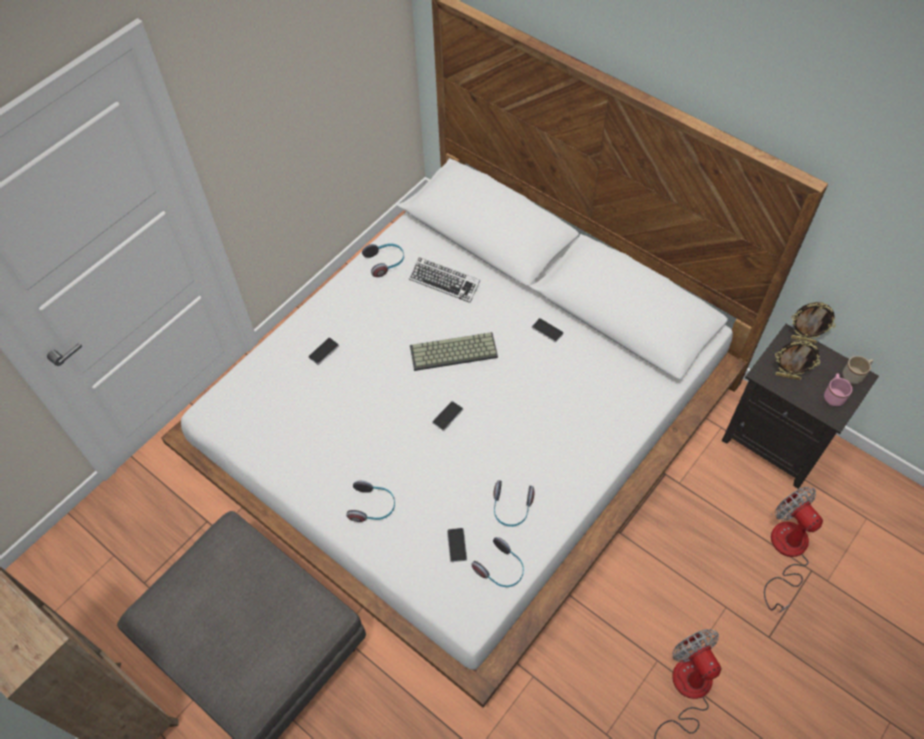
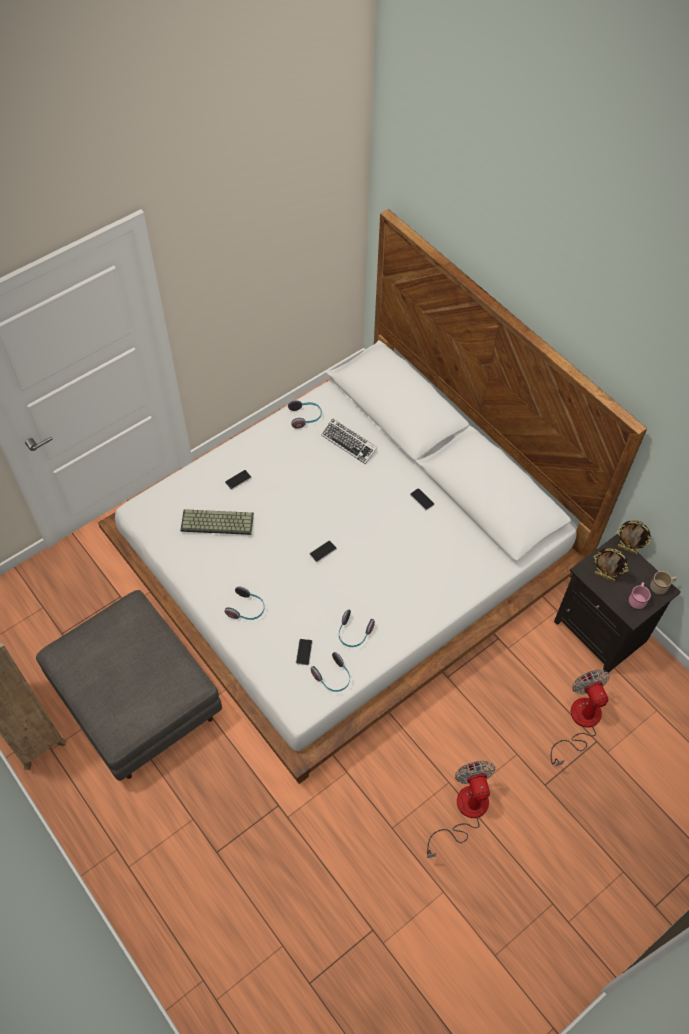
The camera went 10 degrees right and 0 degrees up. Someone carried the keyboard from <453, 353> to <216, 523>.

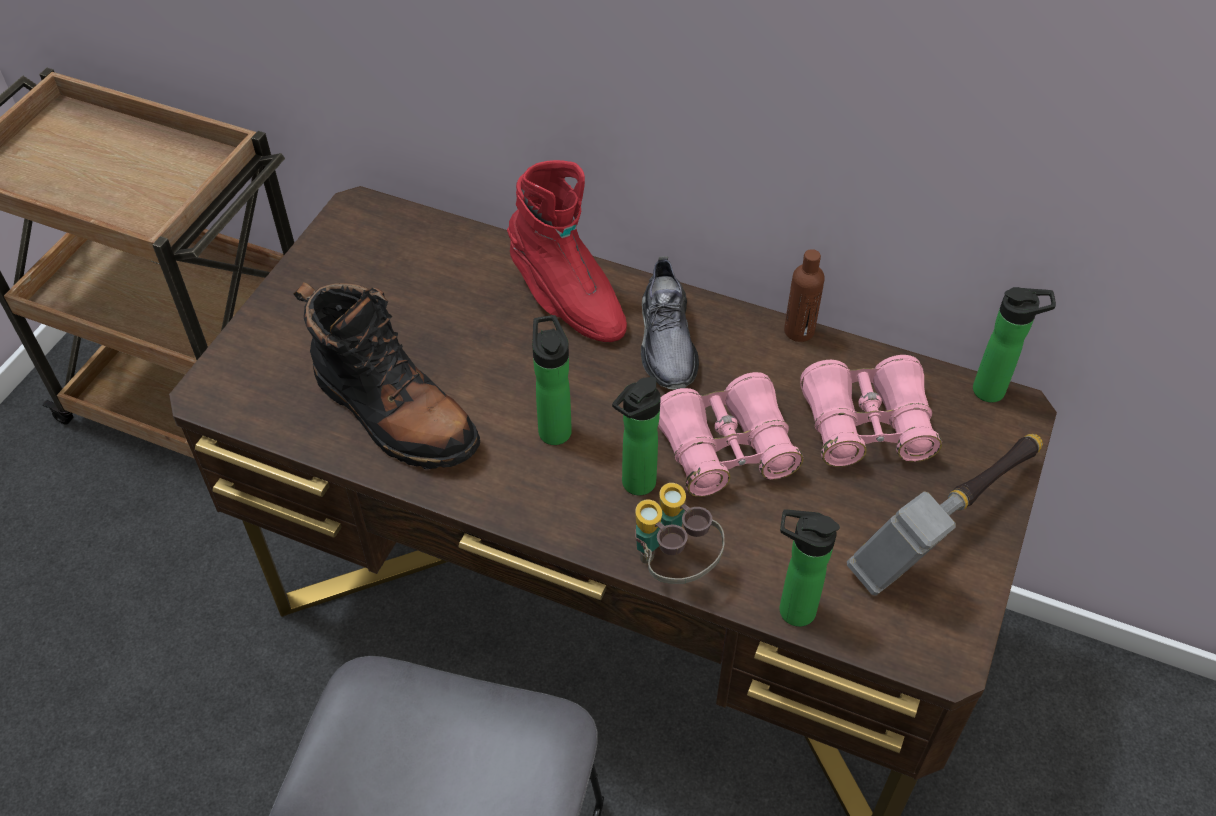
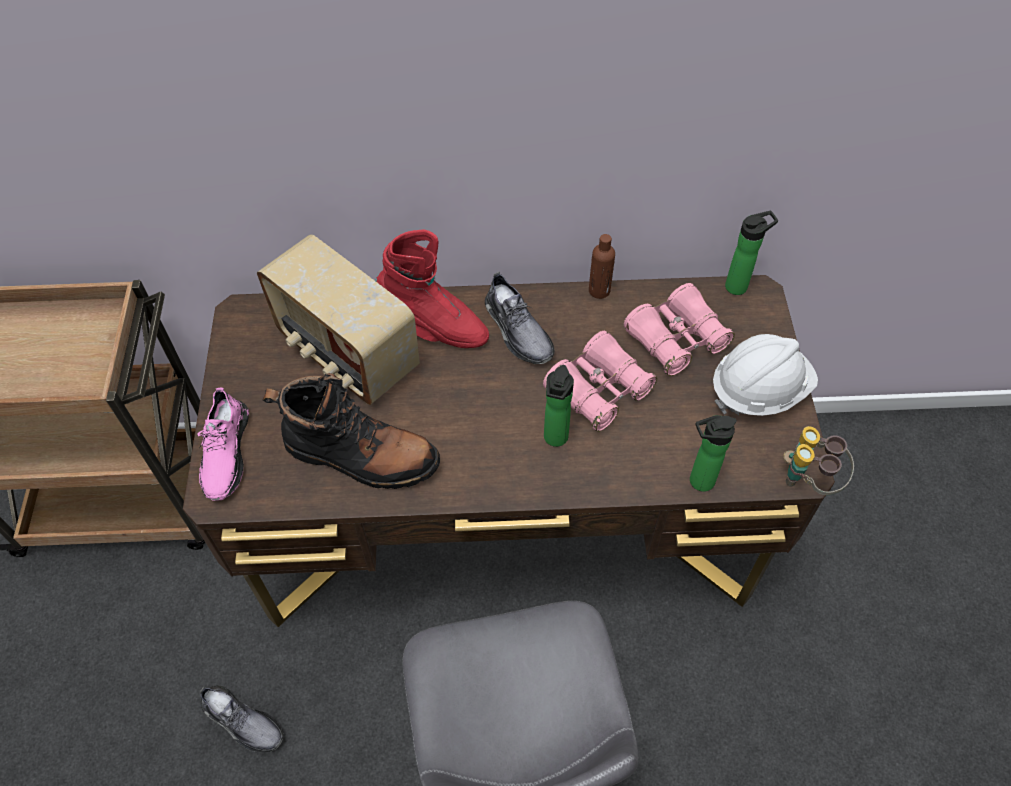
The camera went 25 degrees left and 5 degrees up. Someone took away the bottle at <554, 428>. Someone swapped the hammer at <944, 530> for the white_hard_hat at <759, 390>. Someone carried the binoculars from <673, 565> to <809, 479>. Someone put down the radio at <346, 353>. Someone put down the pink_shoe at <225, 453>. Someone put down the grey_shoe at <242, 721>.

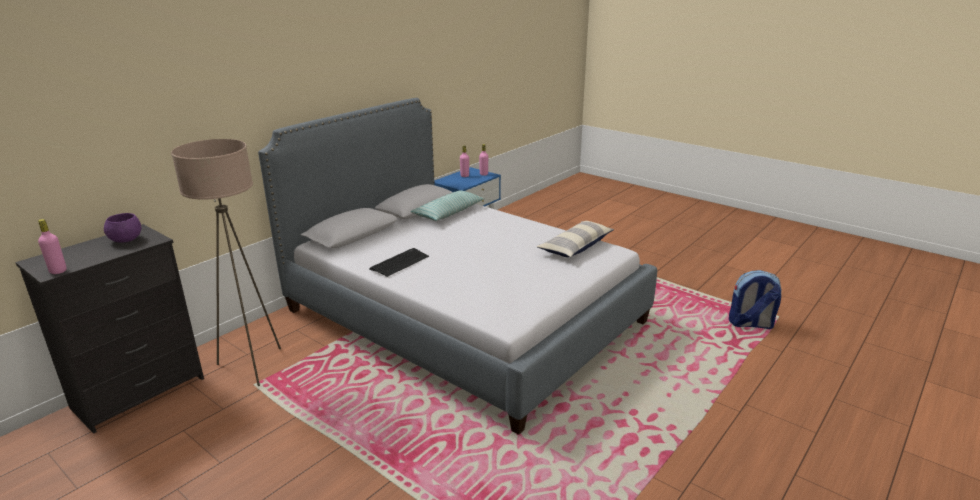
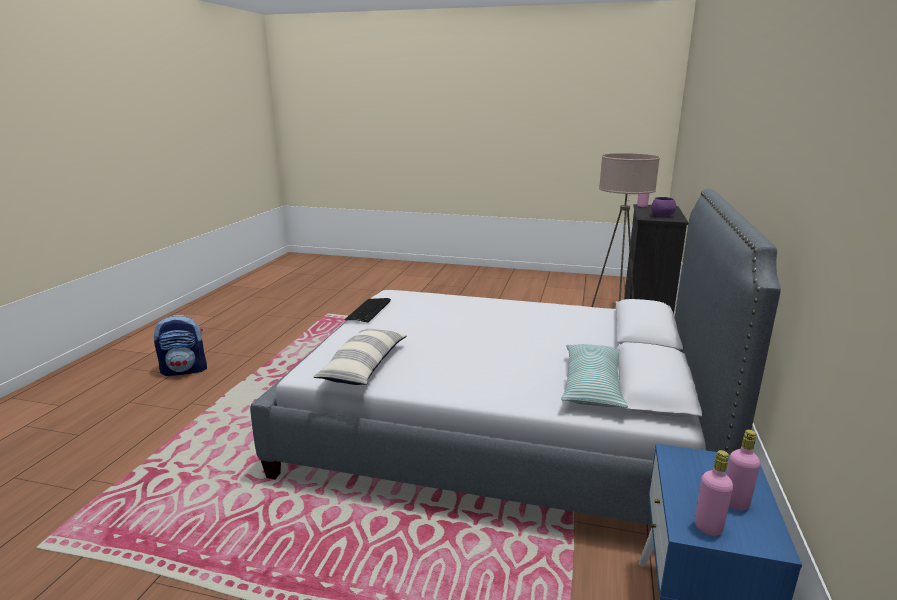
The camera went 155 degrees right and 5 degrees down. Someone carried the keyboard from <399, 263> to <369, 310>. Someone carried the backpack from <750, 324> to <185, 370>.

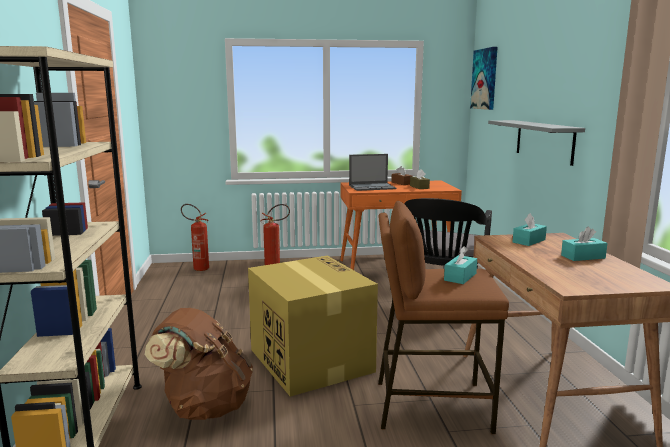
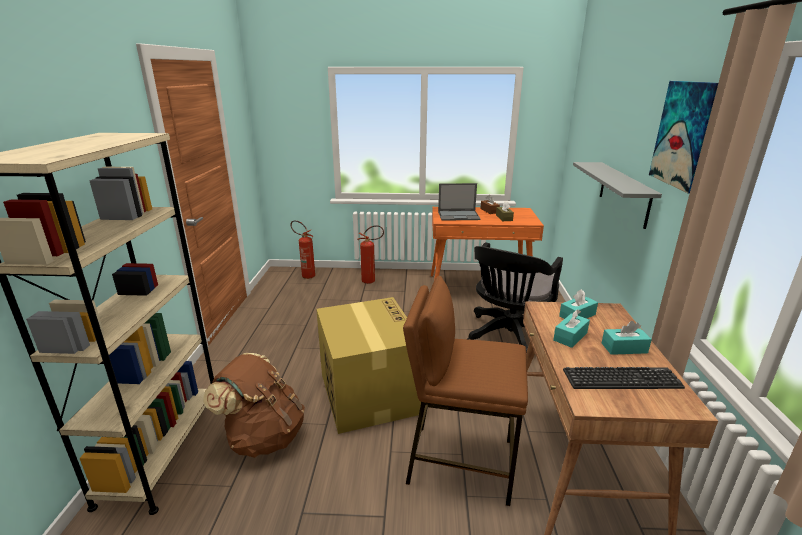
The camera went 10 degrees right and 10 degrees up. Someone carried the picture from <485, 79> to <685, 134>. Someone carried the turquoise_tissue_box from <460, 277> to <570, 336>. Someone put down the keyboard at <621, 379>.

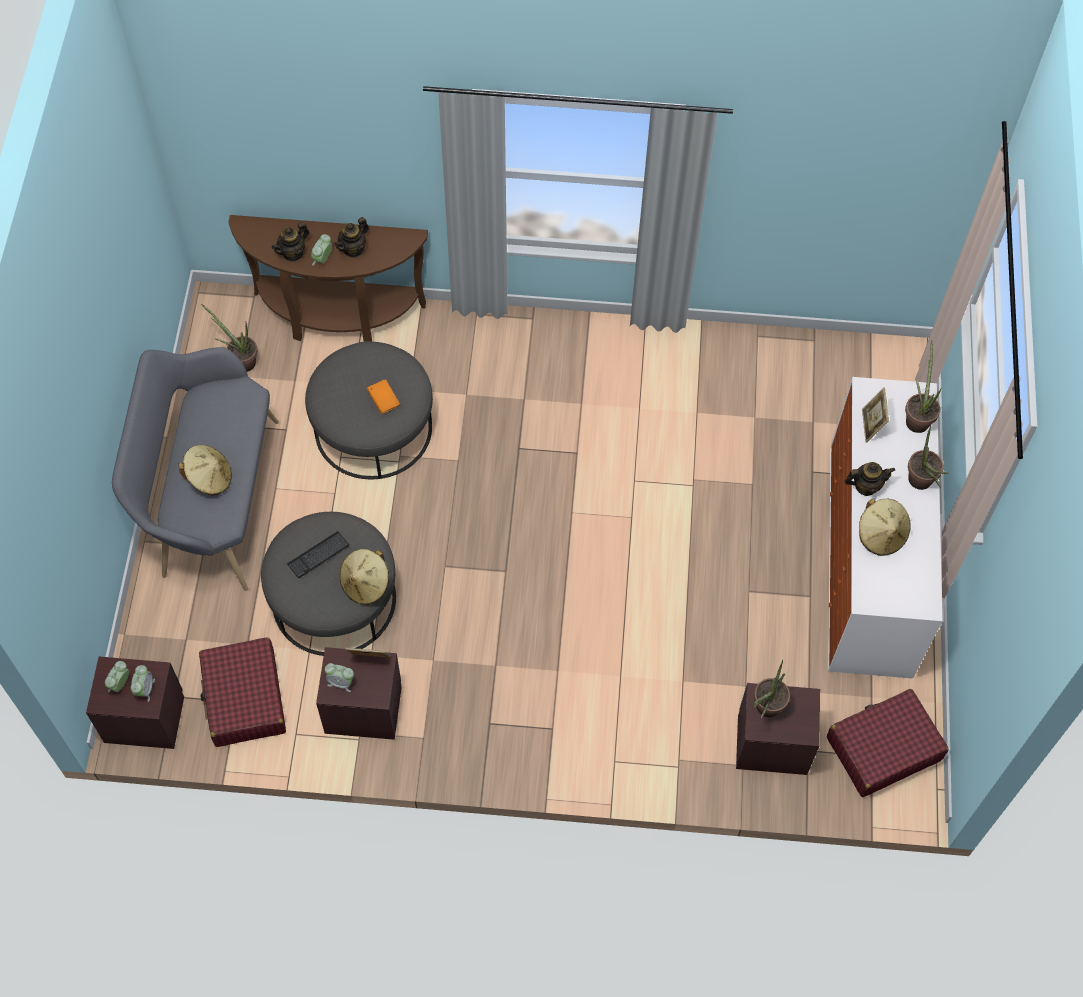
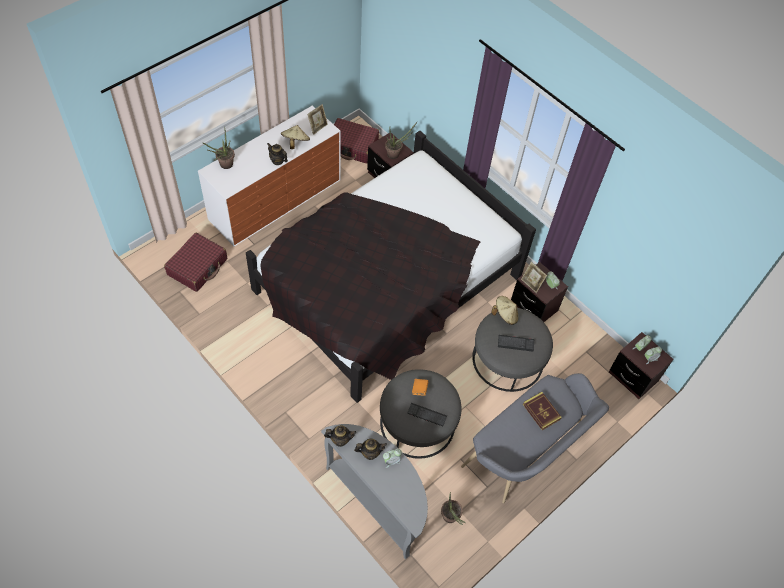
The camera went 140 degrees left and 5 degrees down. Someone repainted the brown_console_table at <336, 316>, which became the grey_console_table at <378, 501>. Someone carried the teapot from <293, 253> to <340, 439>. Someone carried the picture_frame from <871, 426> to <318, 127>. Someone took away the potted_plant at <921, 484>. Someone swapped the beige_hat at <209, 478> for the book at <541, 412>. Someone carried the red_suitcase from <244, 699> to <197, 267>. Someone put down the black_bed at <387, 285>. Someone put down the keyboard at <427, 415>.

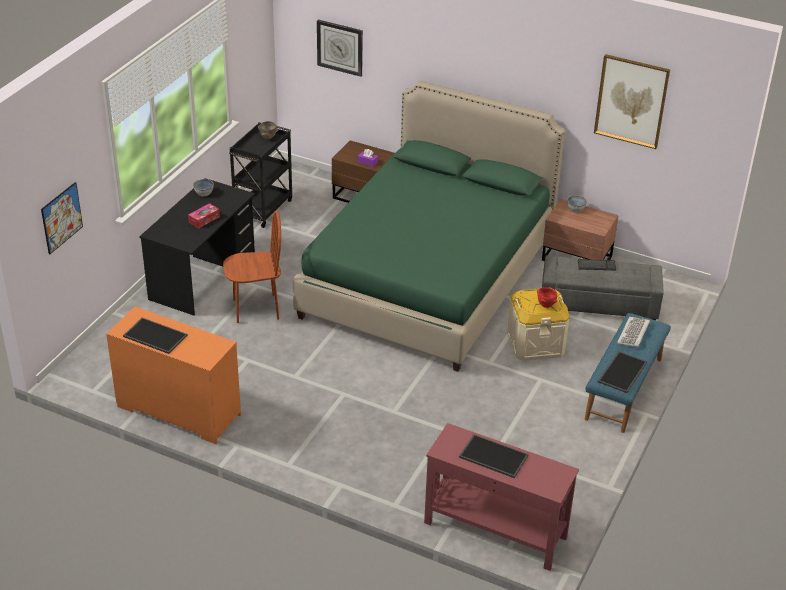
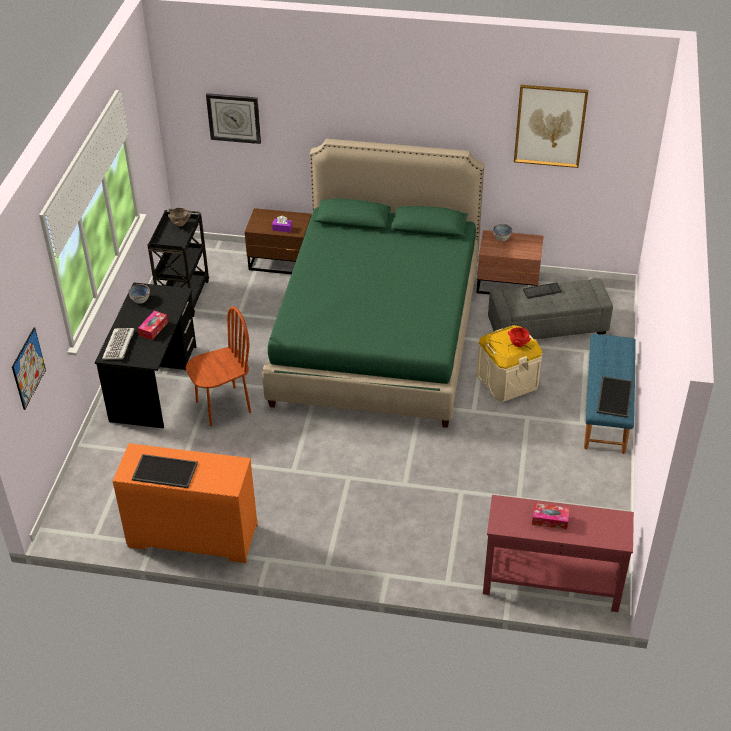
The camera went 15 degrees left and 5 degrees up. Someone carried the keyboard from <633, 333> to <119, 345>. Someone swapped the tray at <492, 457> for the tissue_box at <549, 520>.

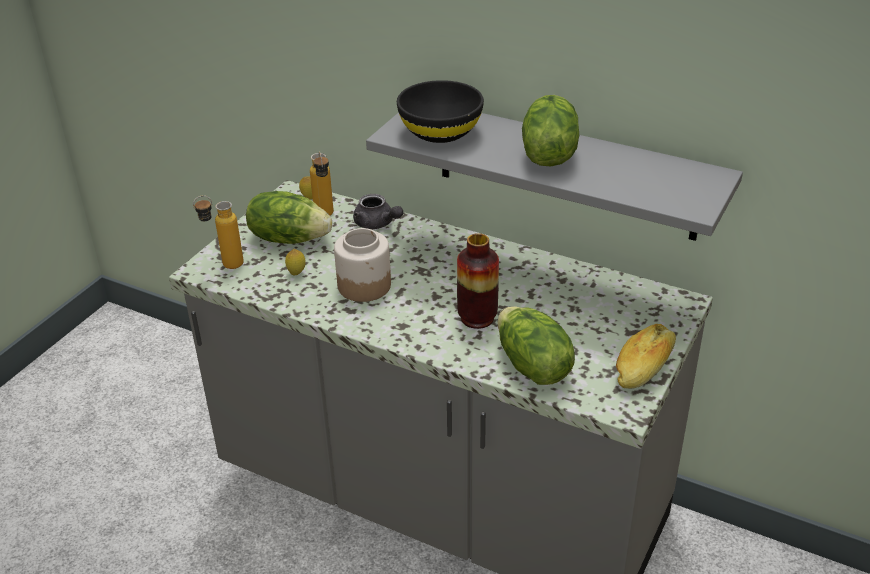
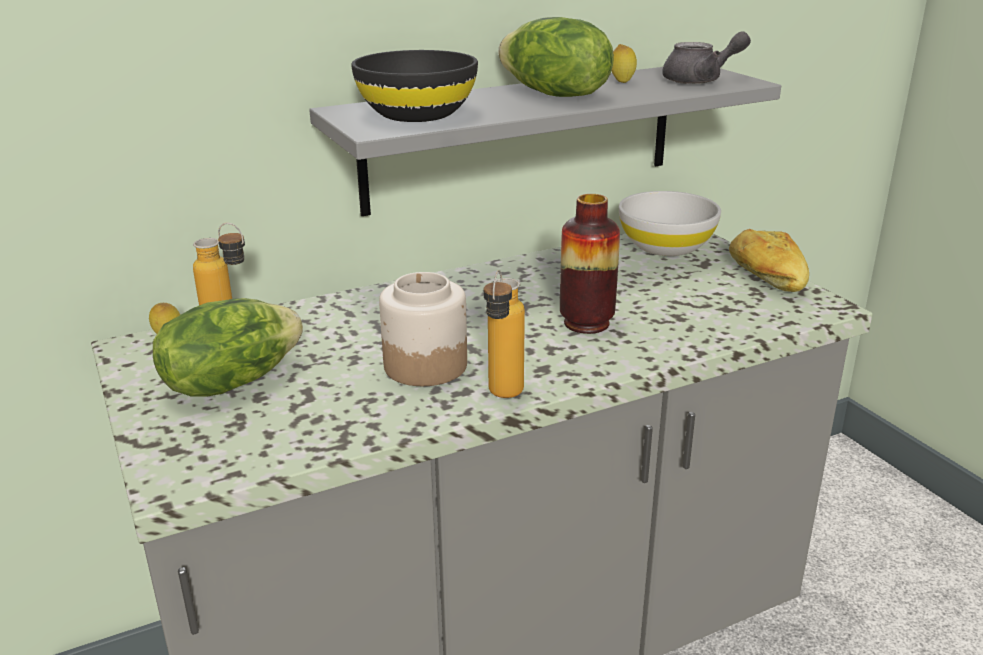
The camera went 55 degrees left and 10 degrees down. Someone carried the grey_teapot from <377, 224> to <700, 80>. Someone carried the bottle from <224, 266> to <502, 398>. Someone carried the lemon from <296, 273> to <622, 82>. Someone took away the lettuce at <531, 366>. Someone put down the white_bowl at <665, 246>.

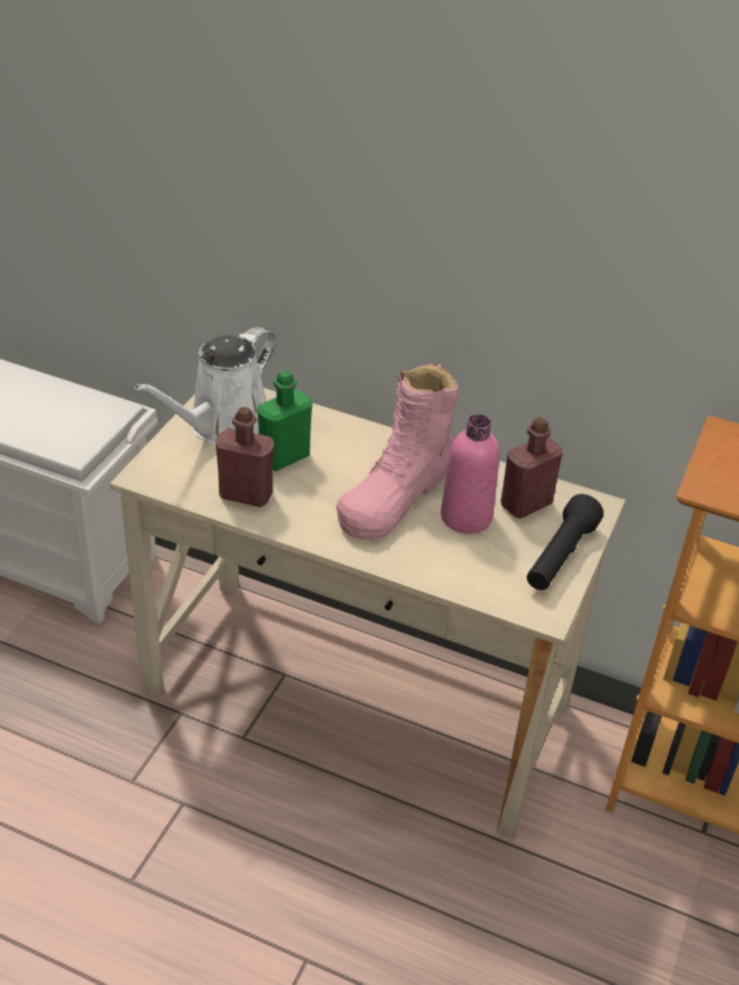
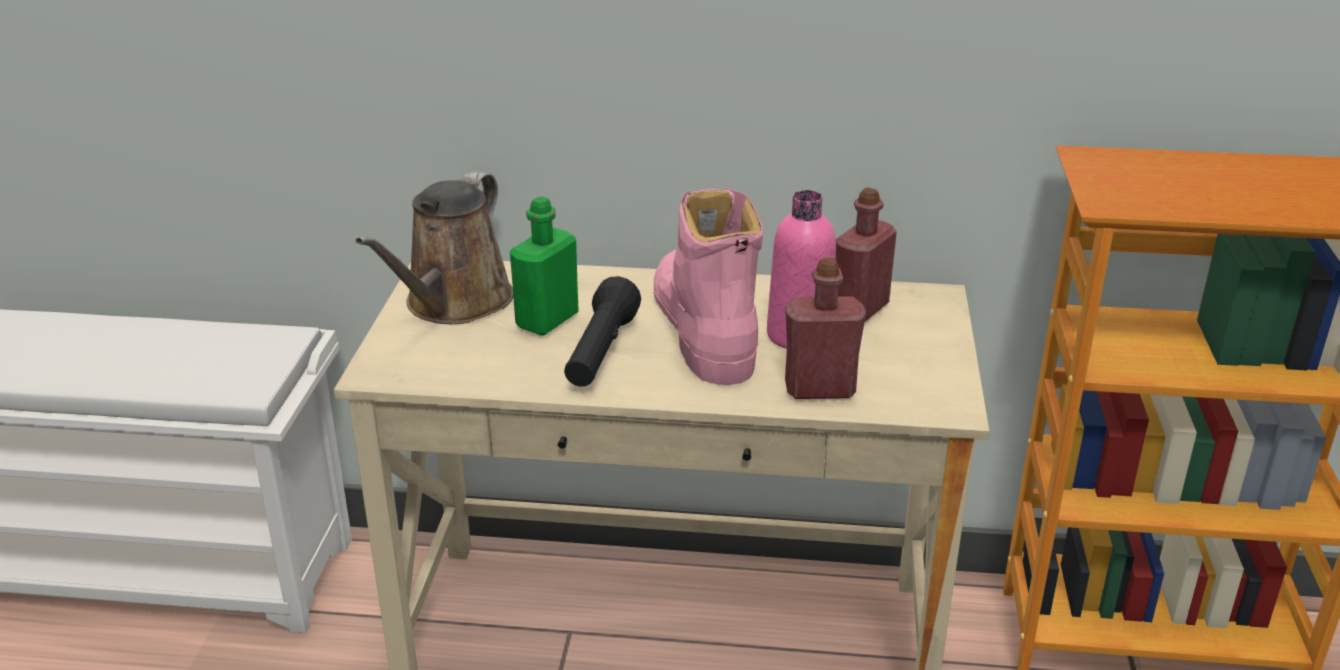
The camera went 15 degrees left and 10 degrees down. Someone repainted the white_watering_can at <223, 426>, which became the brown_watering_can at <453, 304>. Someone rotated the pink_boot at <396, 494> by 150 degrees clockwise. Someone carried the red_bottle from <246, 495> to <819, 389>. Someone carried the black_flashlight from <559, 557> to <600, 353>.

